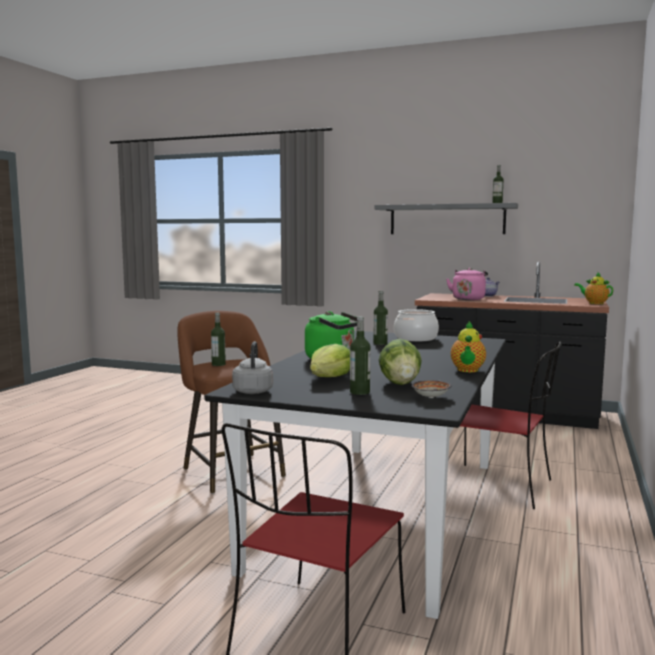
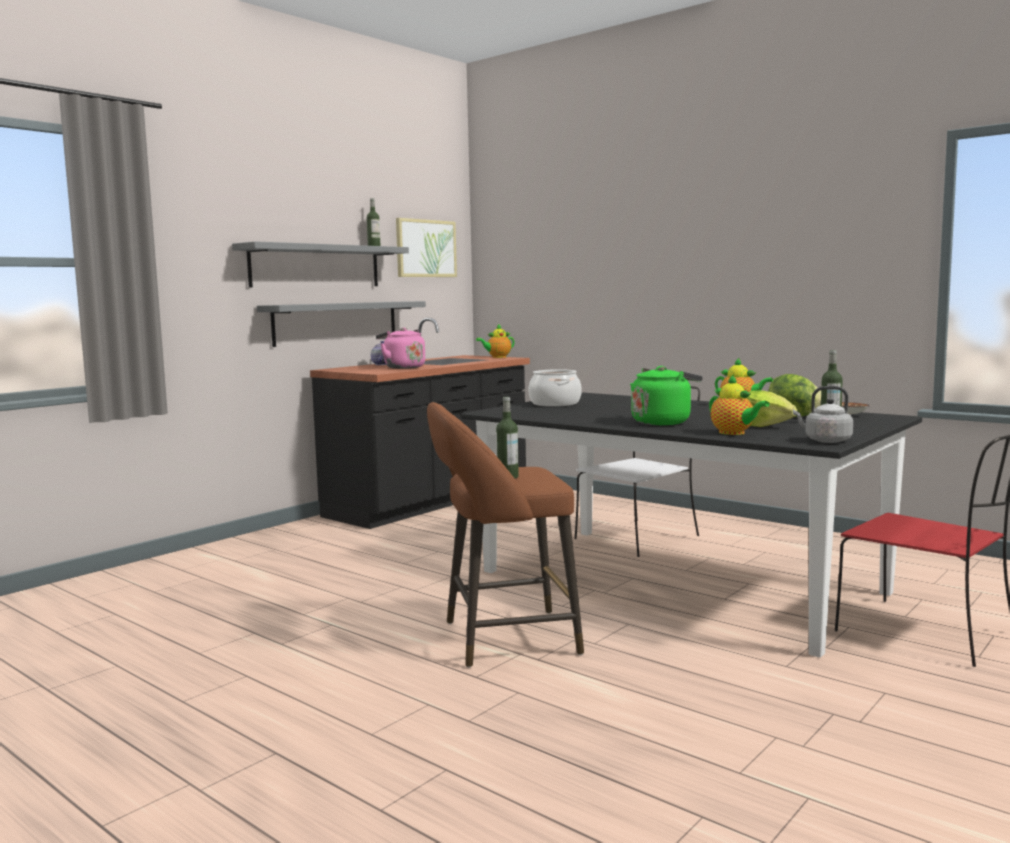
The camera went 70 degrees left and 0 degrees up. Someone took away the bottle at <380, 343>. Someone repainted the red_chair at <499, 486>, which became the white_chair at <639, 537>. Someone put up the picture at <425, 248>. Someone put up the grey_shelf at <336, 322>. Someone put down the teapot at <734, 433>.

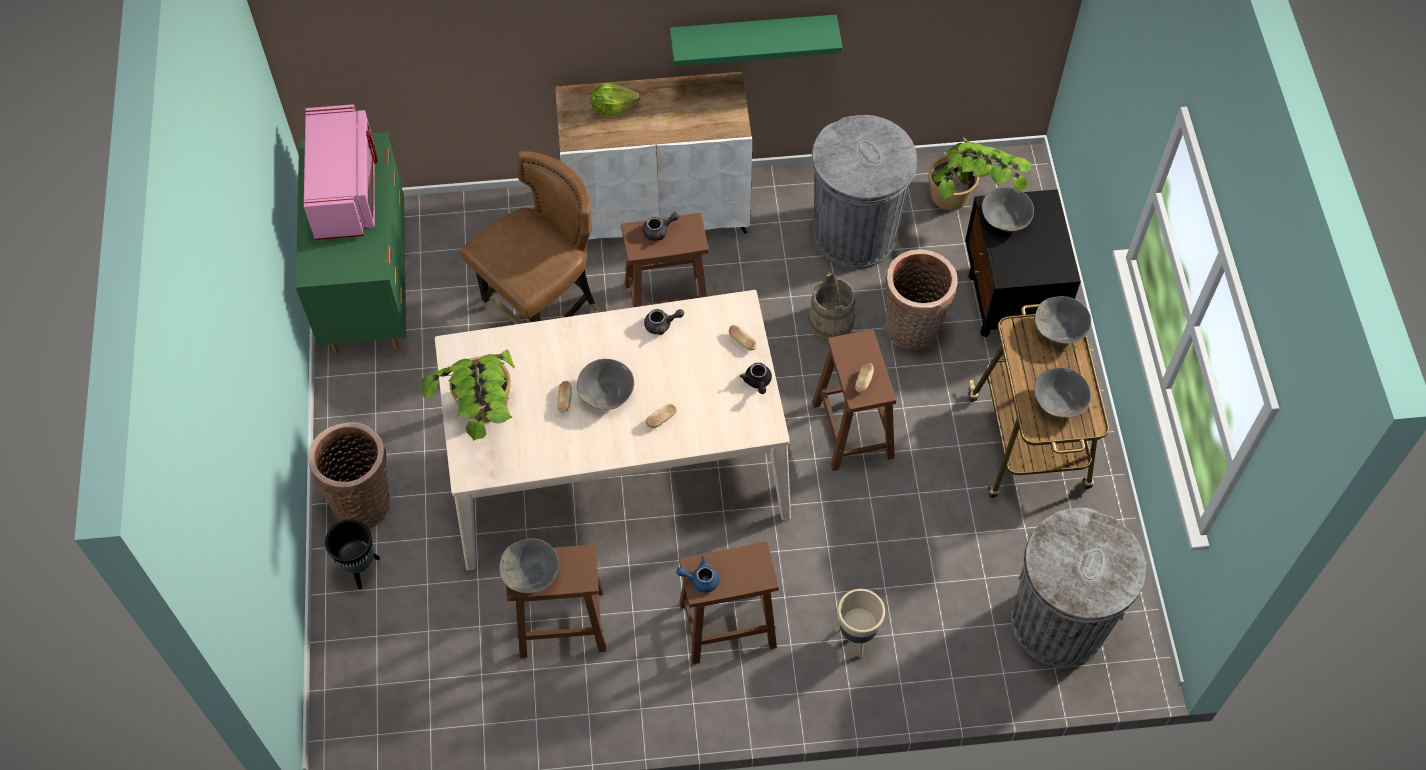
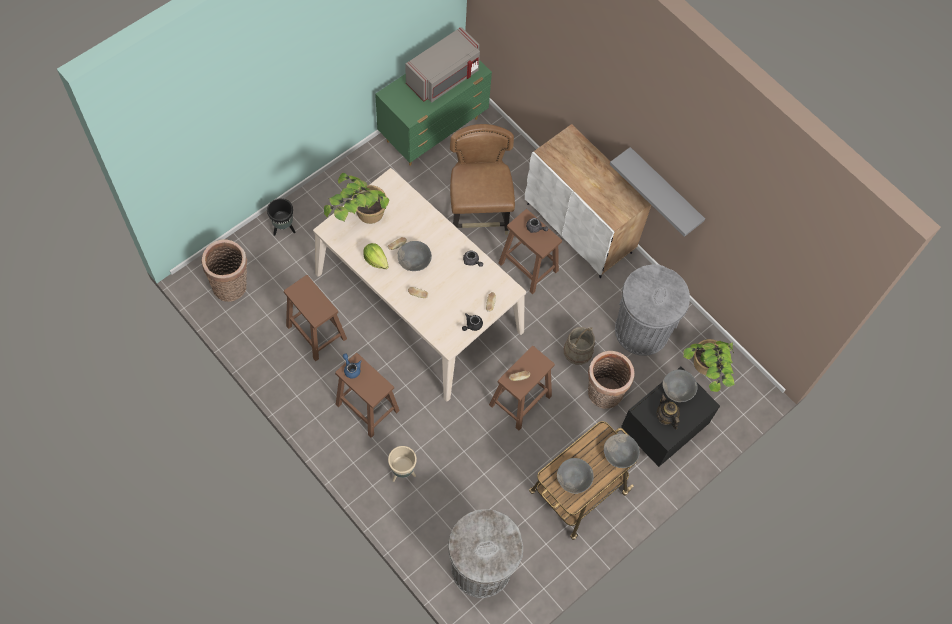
The camera went 50 degrees right and 5 degrees up. Someone repainted the green_shelf at <752, 37>, which became the grey_shelf at <664, 190>. Someone carried the lettuce from <613, 108> to <376, 260>. Someone repainted the pink_microwave at <346, 191>, which became the grey_microwave at <444, 78>. Someone rotated the brown_chair at <543, 312> by 105 degrees counterclockwise. Someone carried the basket from <364, 501> to <232, 286>. Someone took away the grey_bowl at <531, 573>. Someone put down the teapot at <665, 417>.

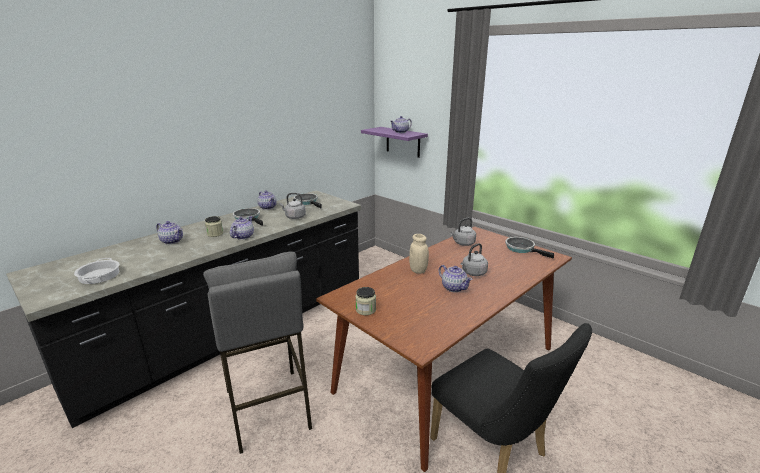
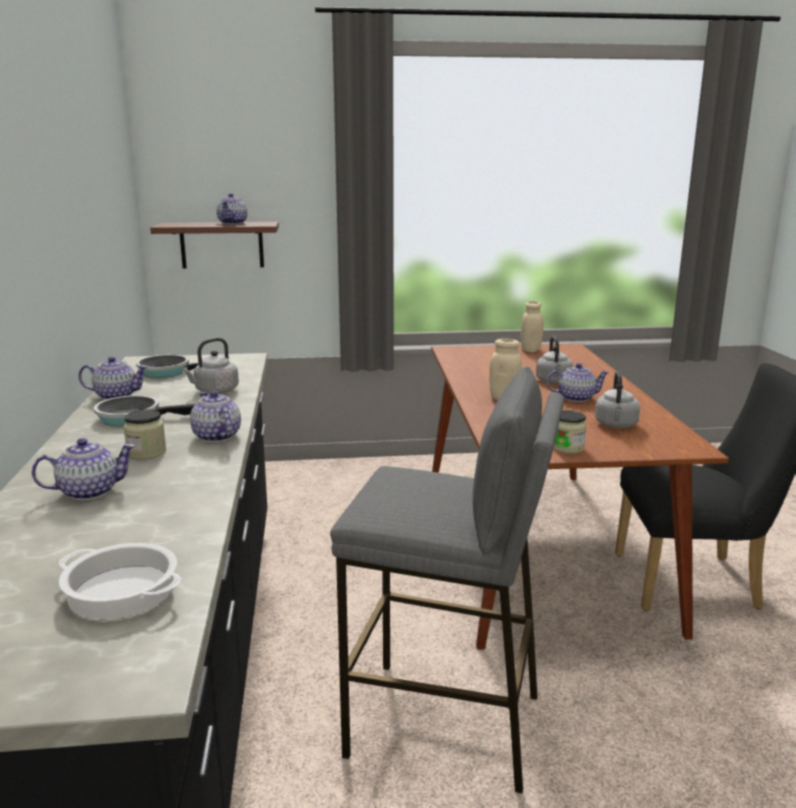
The camera went 50 degrees left and 5 degrees down. Someone repainted the purple_shelf at <403, 142>, which became the brown_shelf at <222, 245>. Someone carried the grey_kettle from <463, 243> to <616, 425>. Someone swapped the frying_pan at <522, 249> for the beige_jar at <531, 350>.

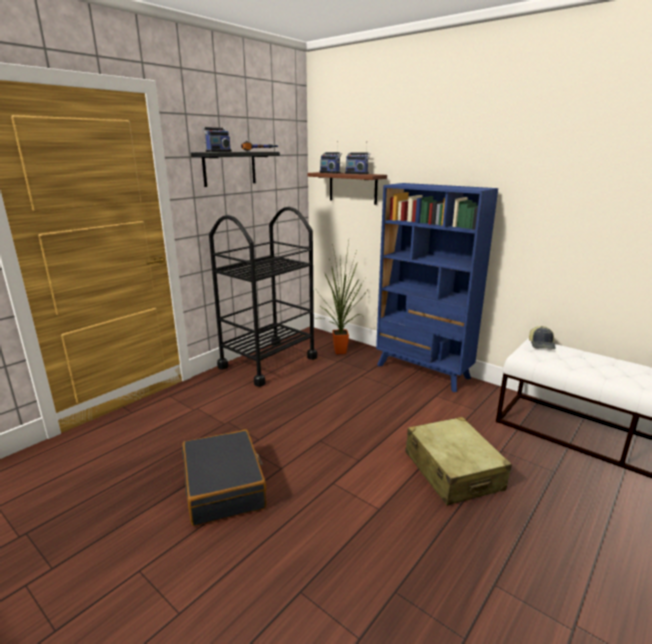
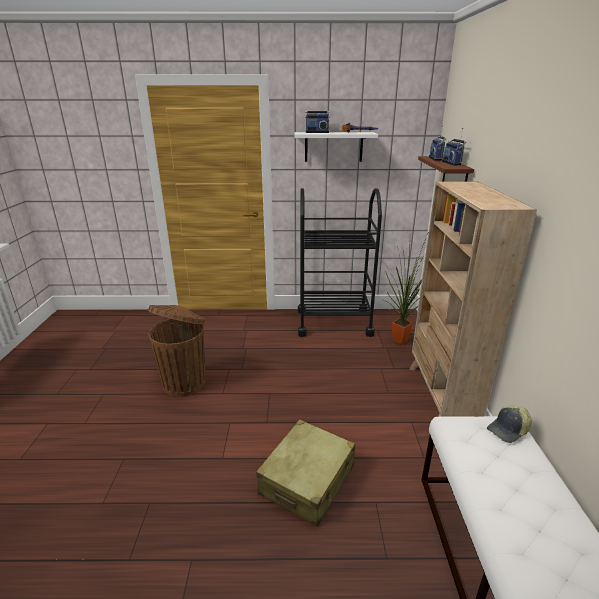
The camera went 50 degrees right and 5 degrees up. Someone repainted the black_shelf at <229, 168>, which became the white_shelf at <333, 147>. Someone repainted the blue_bookcase at <423, 372>, which became the beige_bookcase at <440, 397>. Someone swapped the black_suitcase at <224, 486> for the brown_trash_can at <185, 382>.

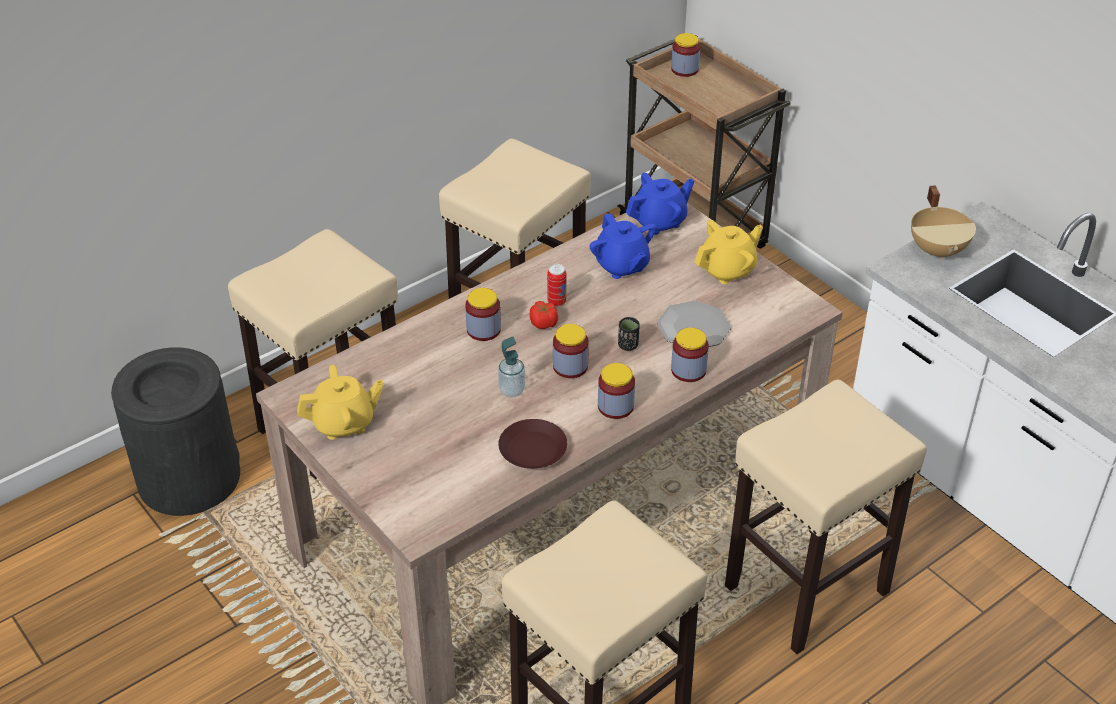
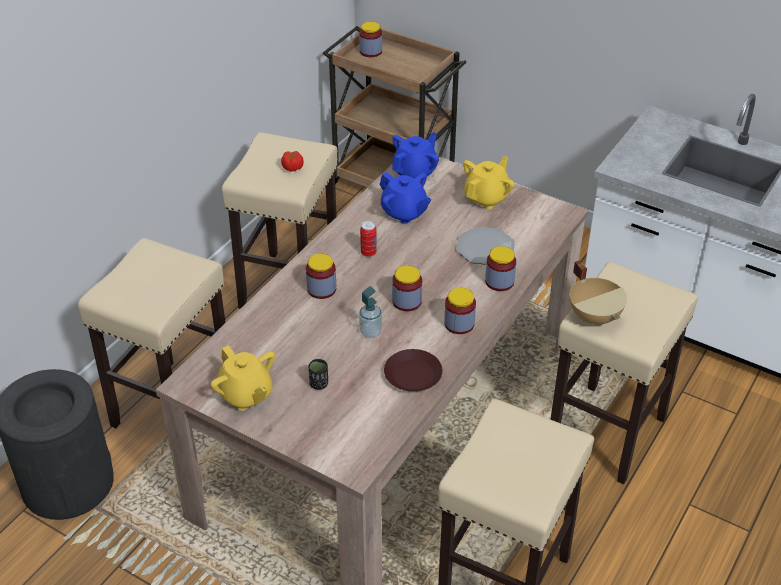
The camera went 20 degrees left and 0 degrees up. Someone carried the beige_cooking_pot from <938, 250> to <595, 316>. Someone carried the tomato from <544, 323> to <293, 168>. Someone carried the black_cup from <628, 345> to <319, 384>. Someone rotated the yellow_teapot at <344, 423> by 90 degrees clockwise.

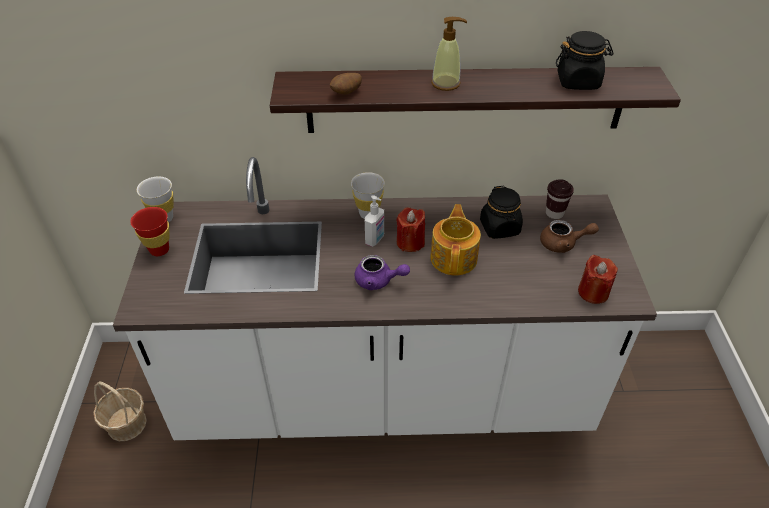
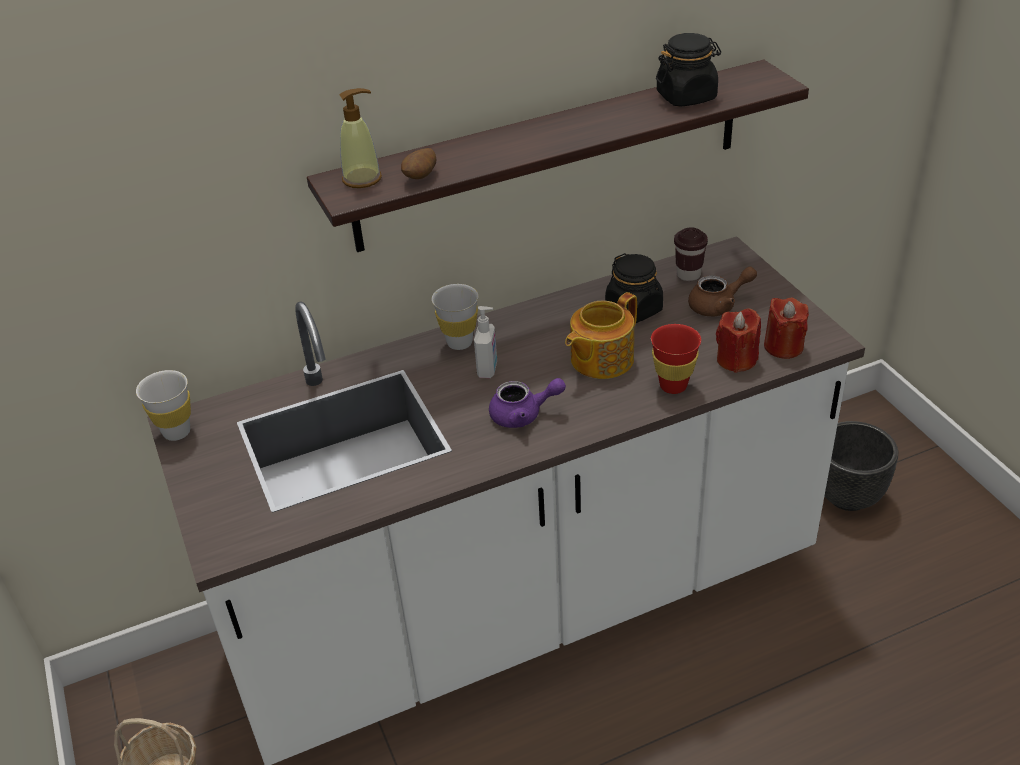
The camera went 20 degrees left and 5 degrees down. Someone carried the soap_dispenser from <446, 83> to <362, 179>. Someone rotated the teapot at <454, 257> by 120 degrees counterclockwise. Someone carried the red_cup from <159, 250> to <673, 386>. Someone carried the red_candle from <410, 242> to <736, 359>. Someone put down the black_planter at <848, 496>.

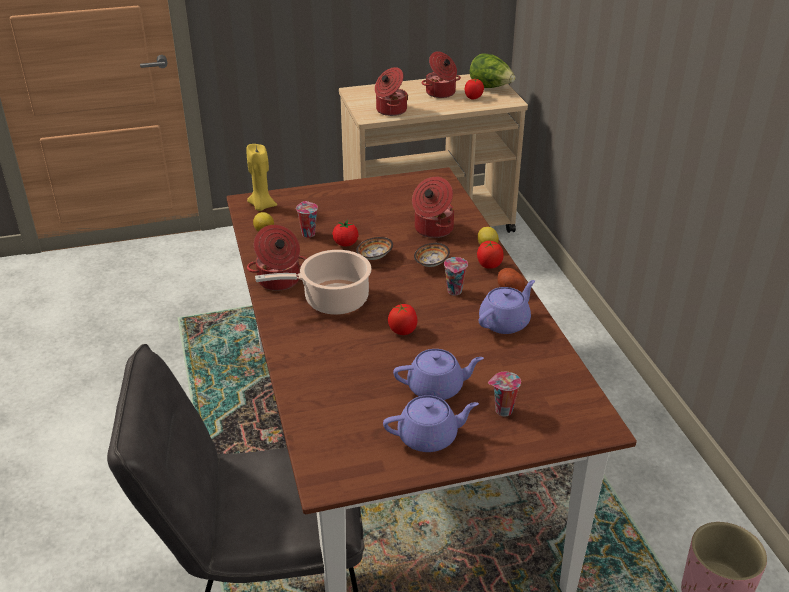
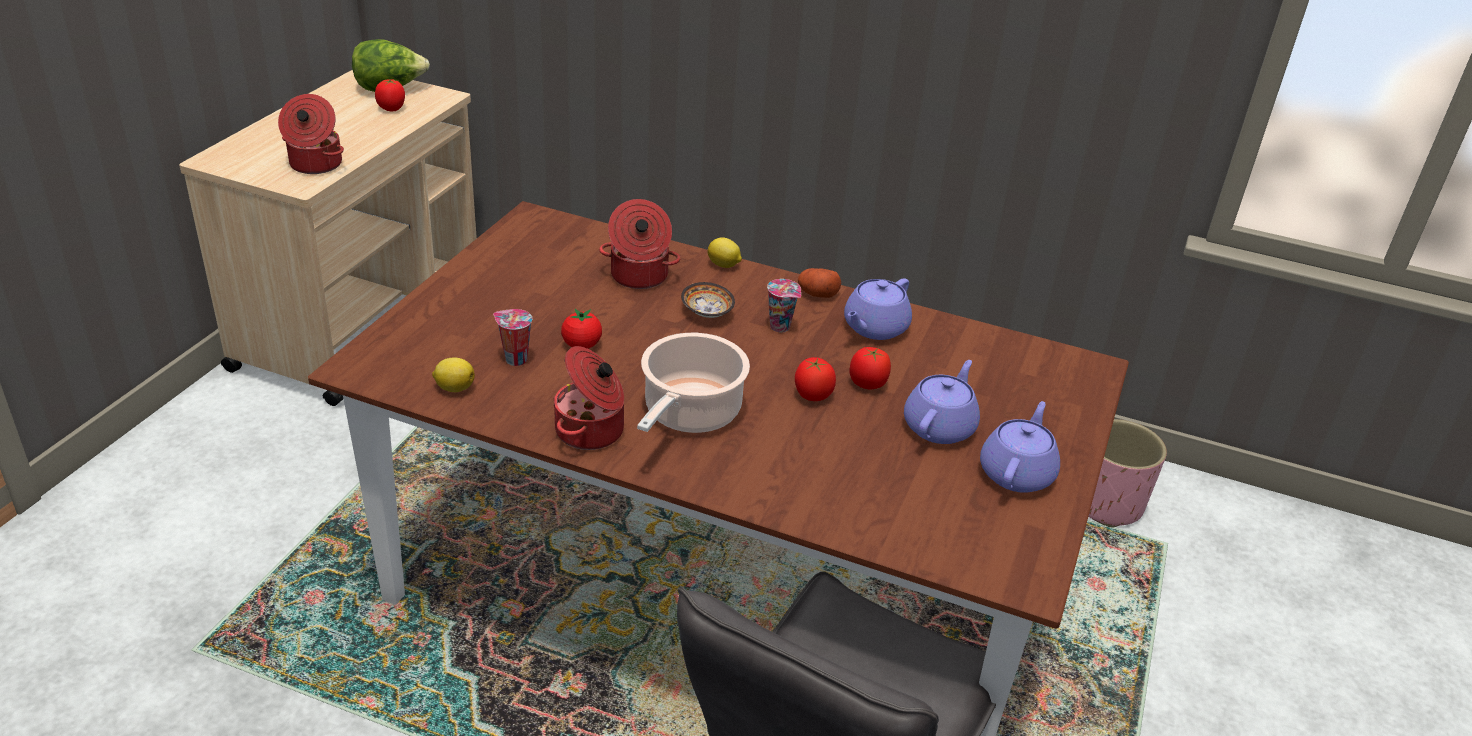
The camera went 55 degrees left and 0 degrees up. Someone took away the cooking_pot at <441, 93>. Someone took away the yellow_candle at <261, 206>. Someone took away the bowl at <374, 257>. Someone carried the tomato from <489, 265> to <867, 384>. Someone rotated the purple_teapot at <505, 322> by 135 degrees counterclockwise. Someone took away the cup at <502, 411>.

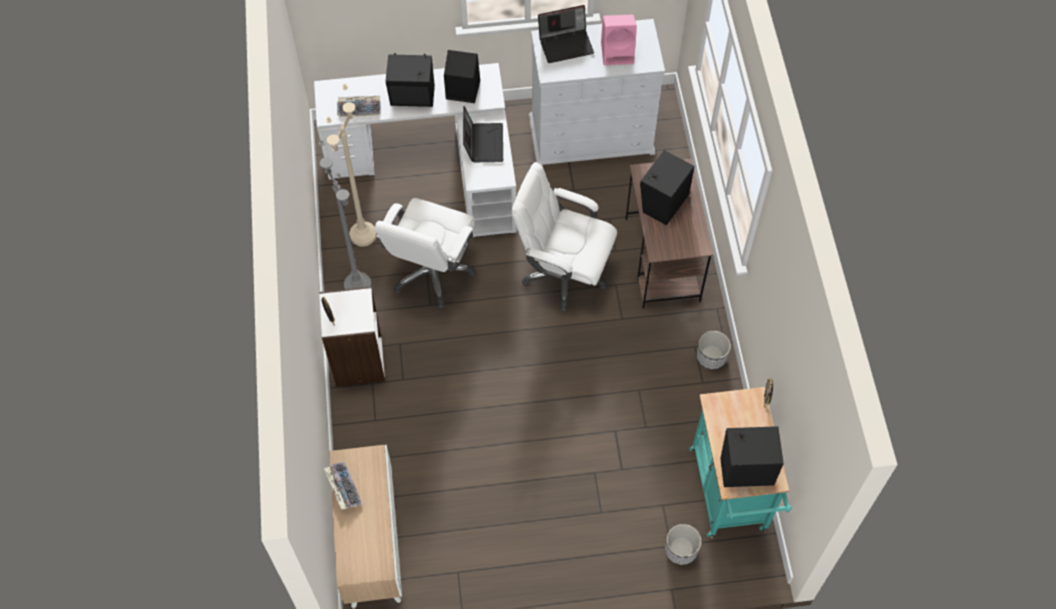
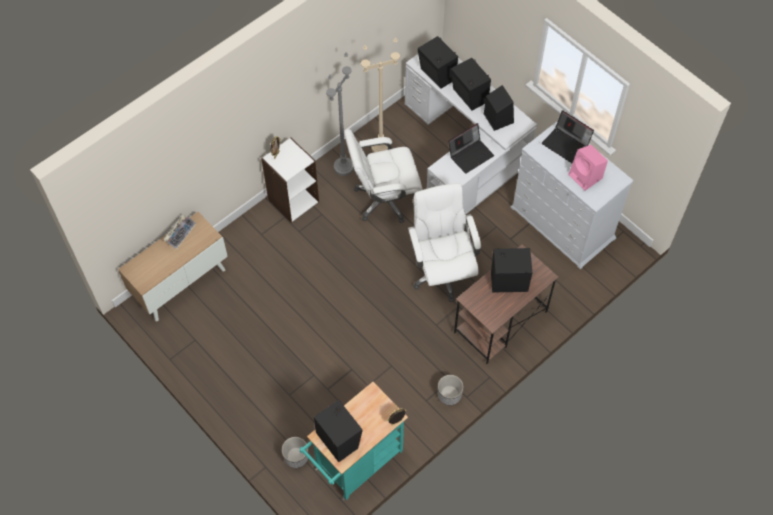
The camera went 55 degrees right and 0 degrees up. Someone swapped the keyboard at <360, 108> for the black_speaker at <437, 75>.

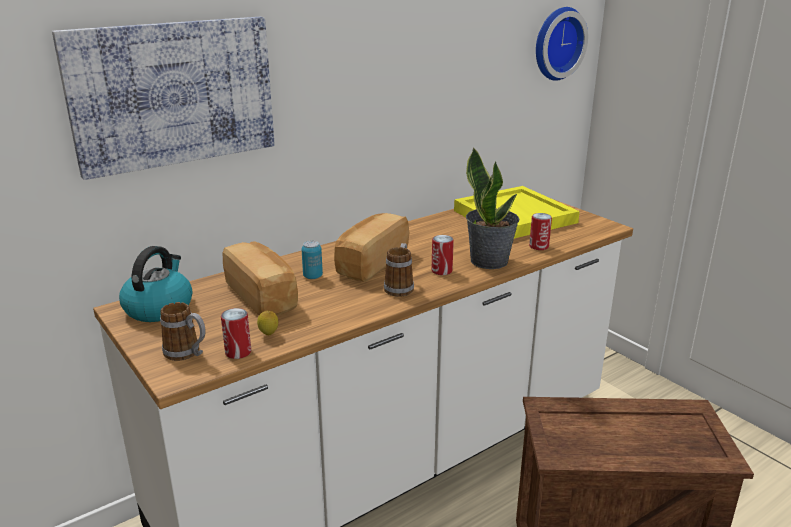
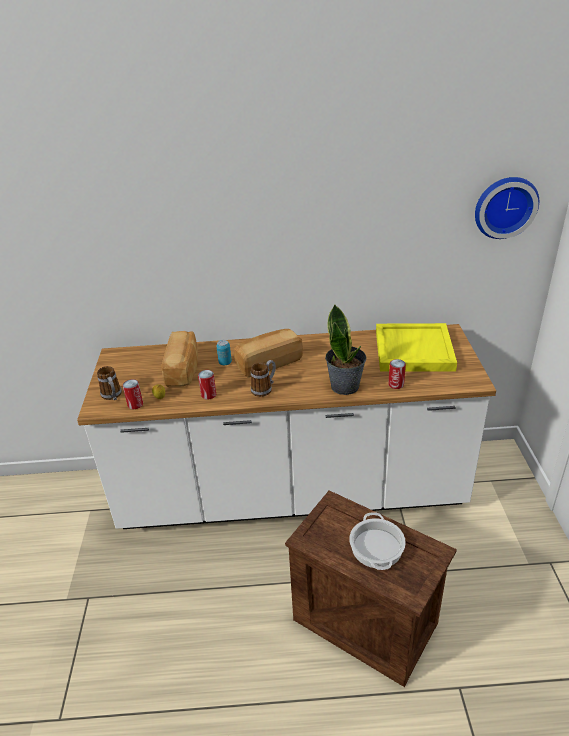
The camera went 35 degrees right and 10 degrees up. Someone took away the picture at <173, 94>. Someone carried the can from <441, 271> to <208, 395>. Someone took away the kettle at <159, 308>. Someone put down the cooking_pot at <377, 548>.

